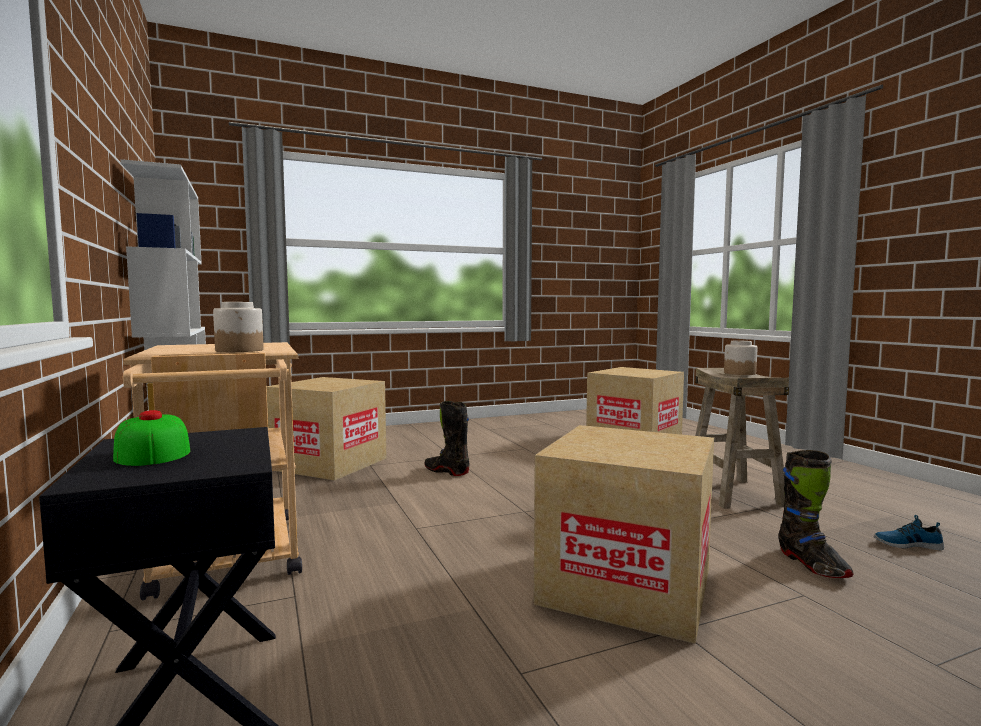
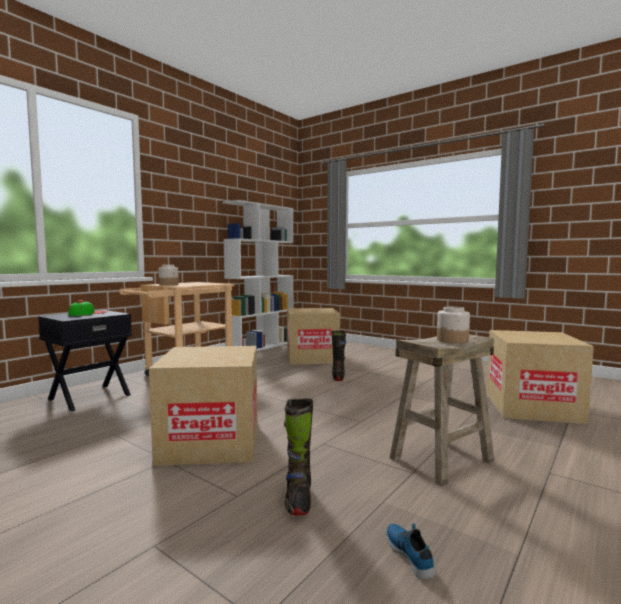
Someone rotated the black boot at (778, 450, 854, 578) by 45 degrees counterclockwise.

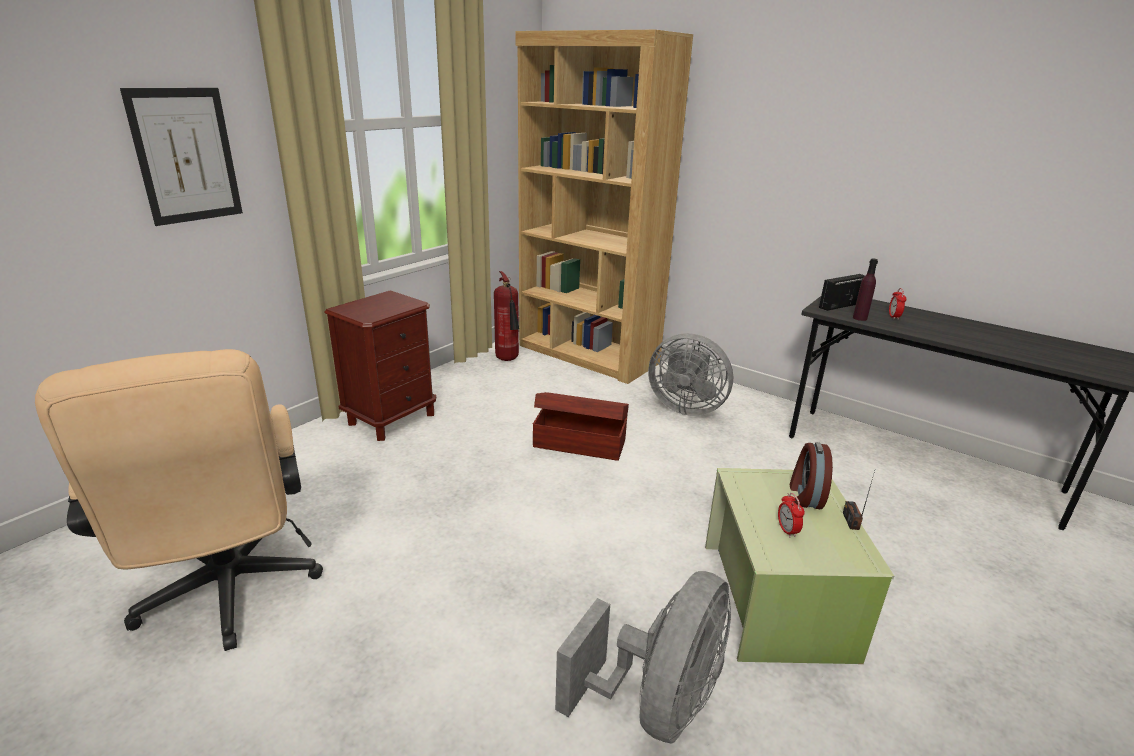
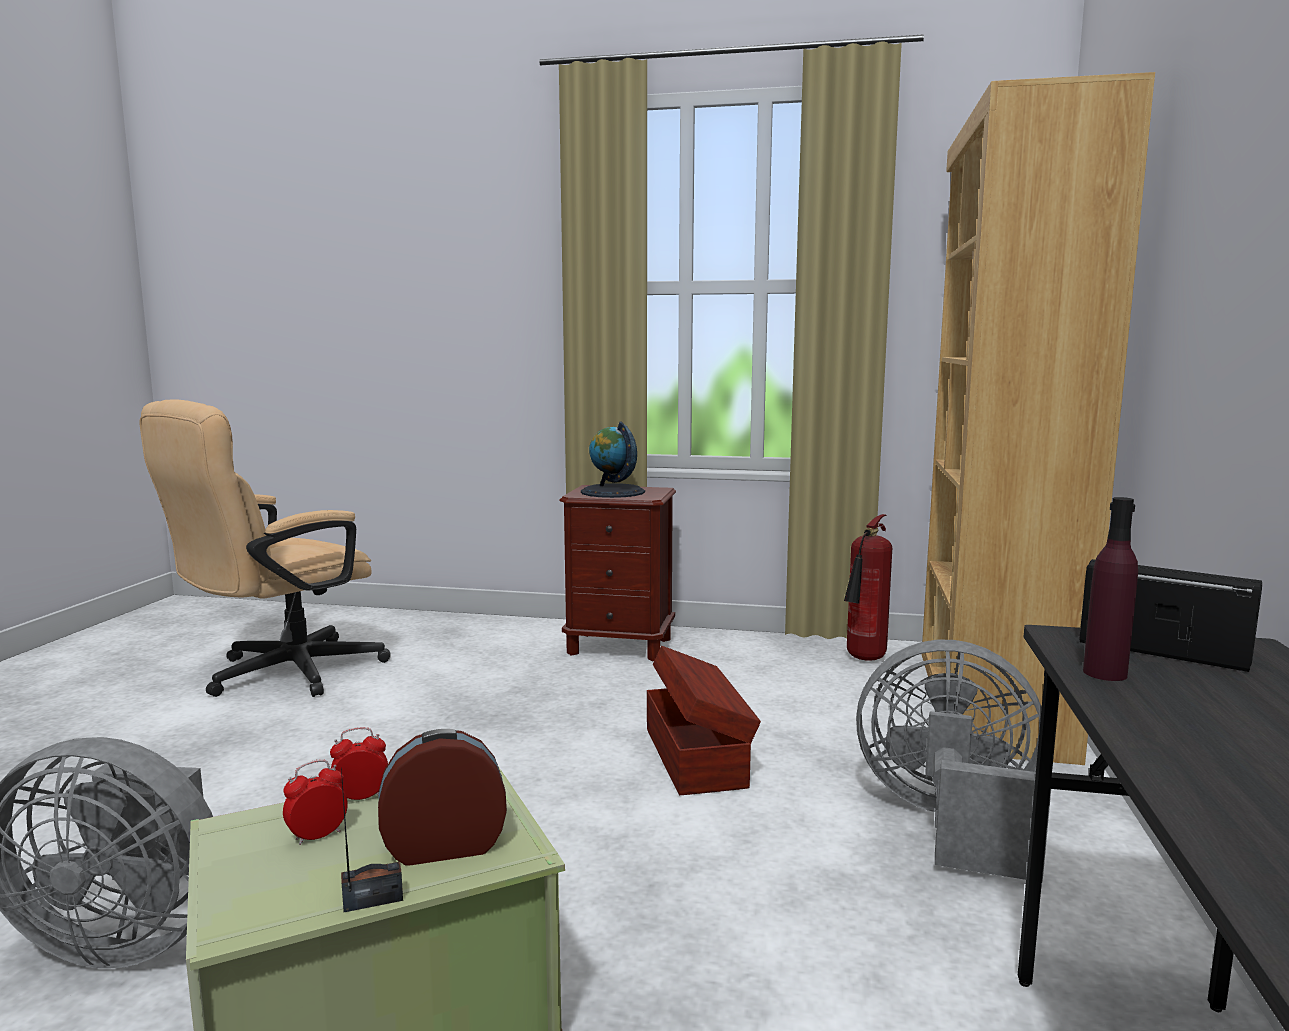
Someone took away the picture at (120, 88, 243, 226).
Someone put down the globe at (581, 422, 645, 498).
Someone carried the alarm clock from (889, 288, 907, 320) to (330, 727, 388, 800).
Someone rotated the grey fan at (648, 333, 733, 416) by 105 degrees clockwise.

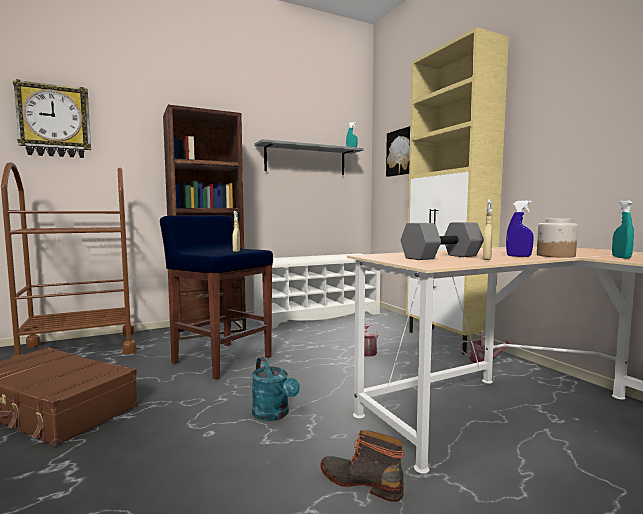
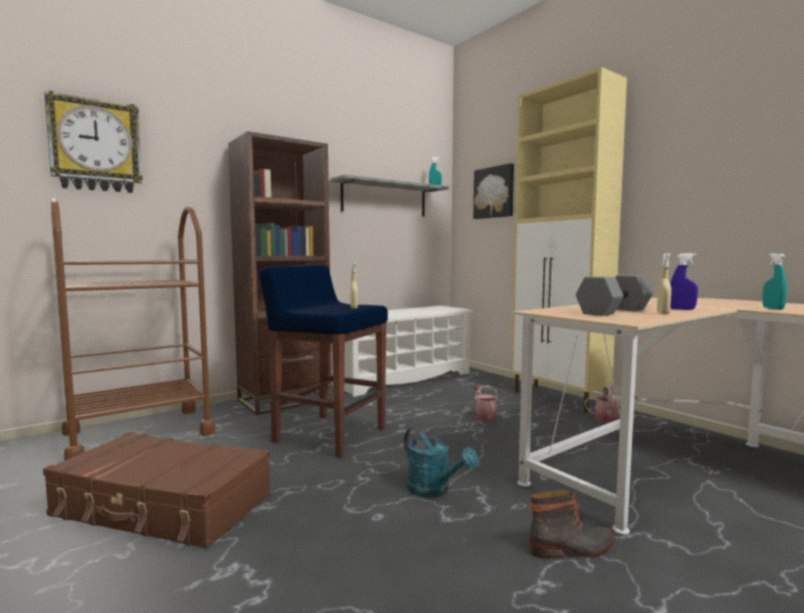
Someone took away the jar at (537, 218, 578, 258).
Someone rotated the boot at (320, 430, 404, 502) by 150 degrees clockwise.

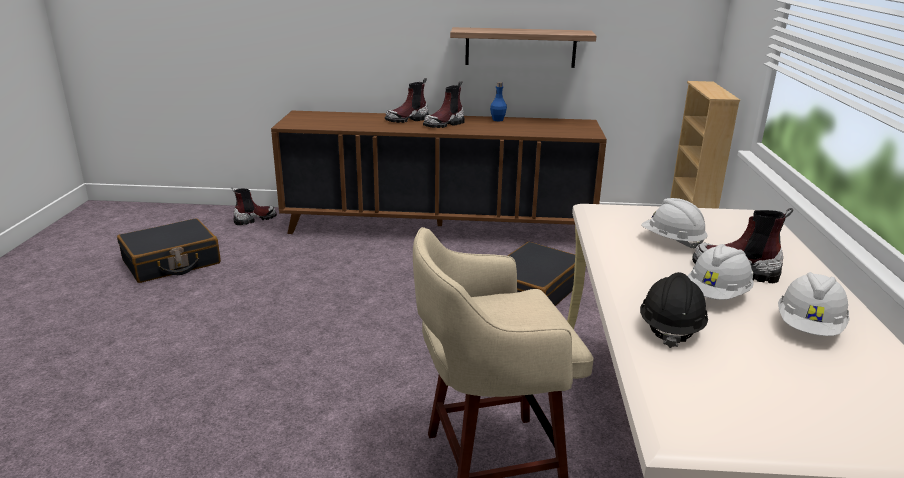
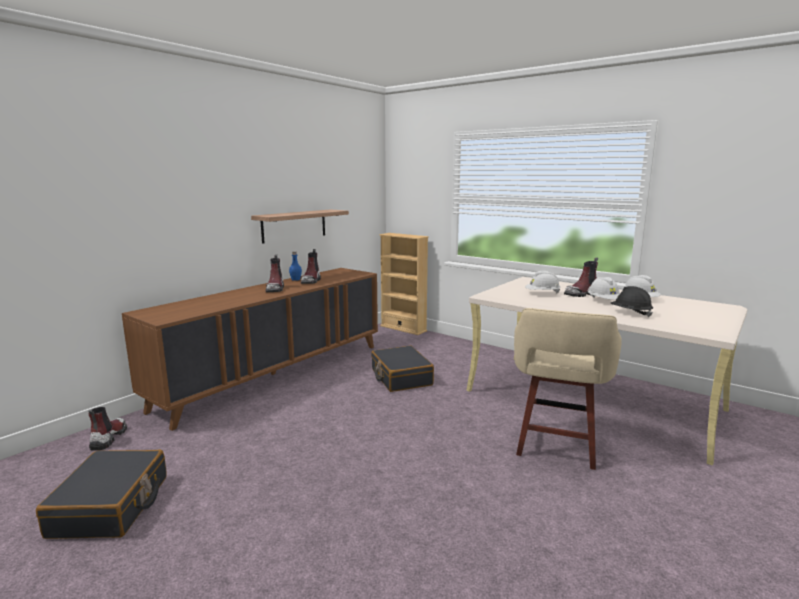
Someone carried the boot from (385, 78, 429, 123) to (301, 249, 321, 284).

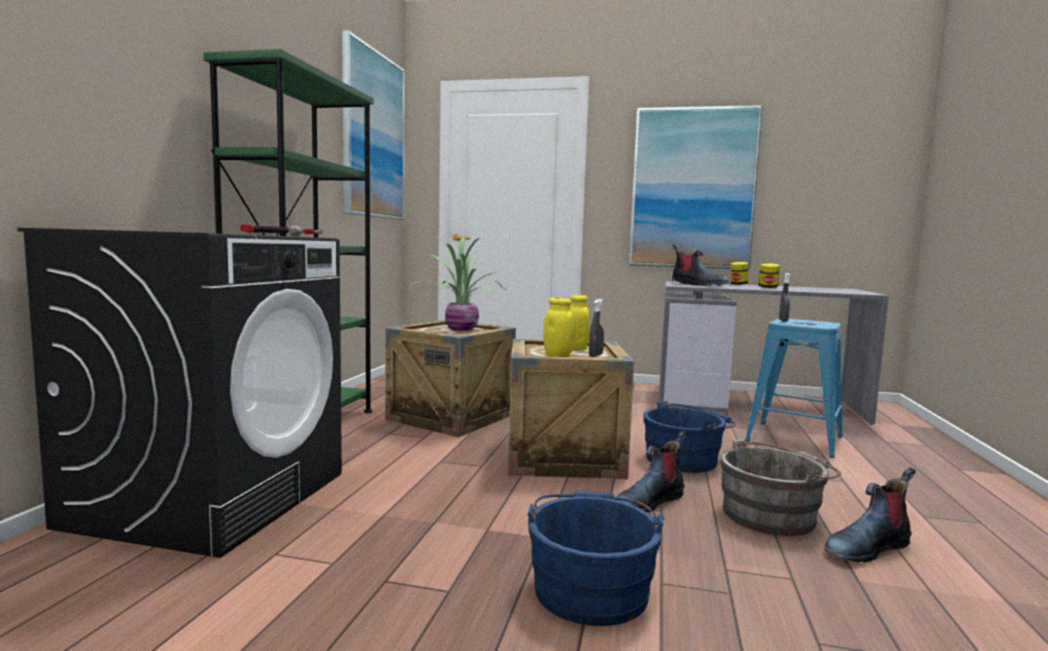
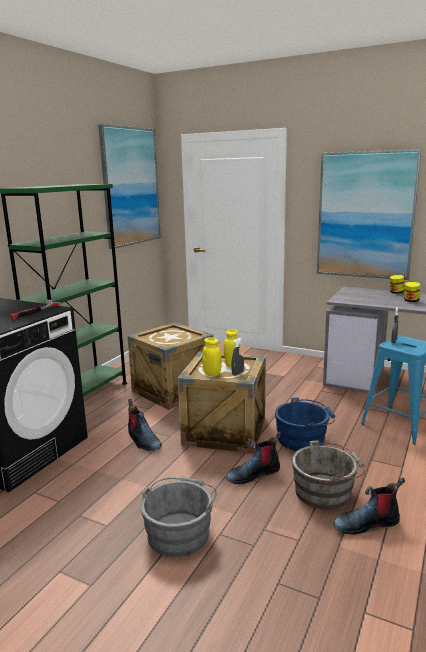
Someone took away the potted plant at (411, 237, 505, 331).
Someone carried the boot from (672, 244, 729, 286) to (128, 399, 162, 451).
Someone repainted the blue bucket at (527, 491, 664, 626), which became the grey bucket at (140, 477, 217, 557).

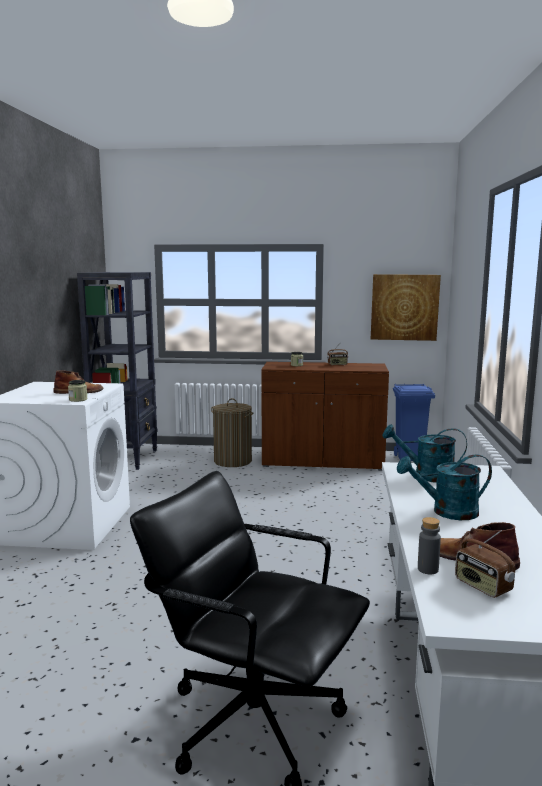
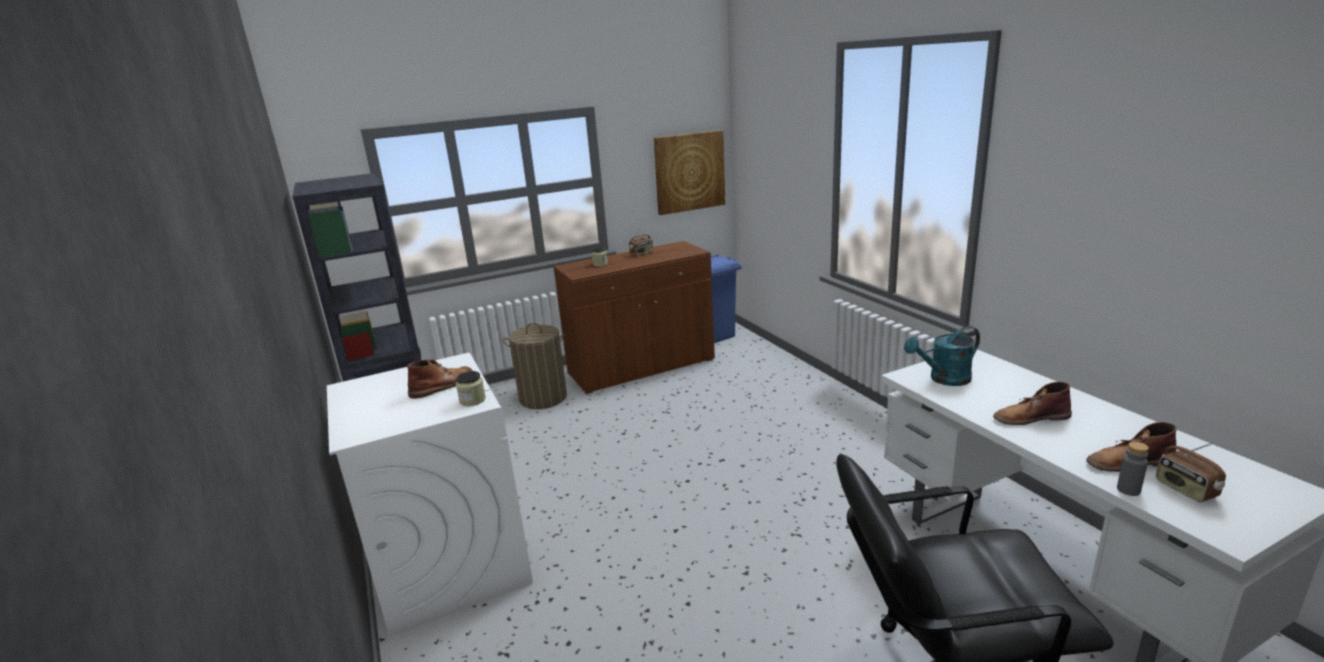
Someone swapped the turquoise watering can at (397, 454, 492, 520) for the brown boot at (993, 382, 1072, 425).
Someone rotated the radio at (455, 530, 515, 598) by 45 degrees clockwise.

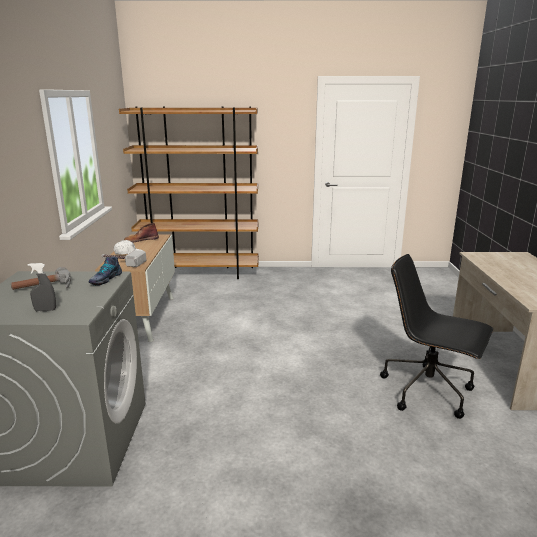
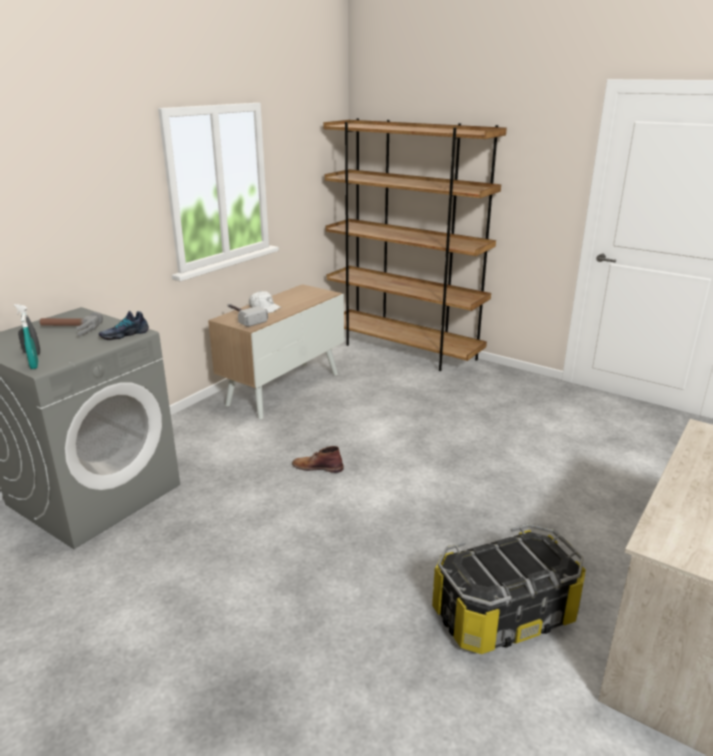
Someone put down the turquoise spray bottle at (21, 313, 38, 369).
Someone carried the brown boot from (124, 223, 159, 242) to (292, 446, 344, 473).
Someone swapped the black office chair at (380, 254, 493, 419) for the storage box at (432, 524, 586, 654).

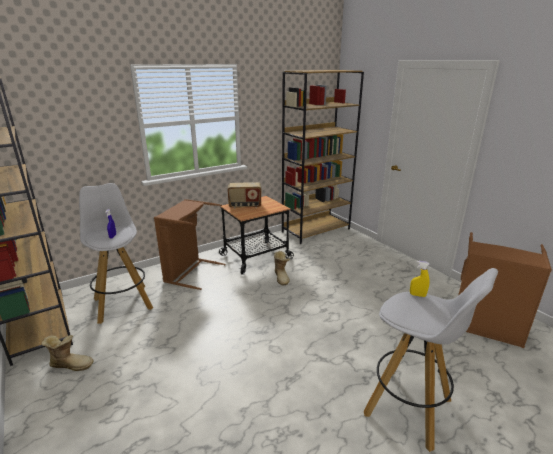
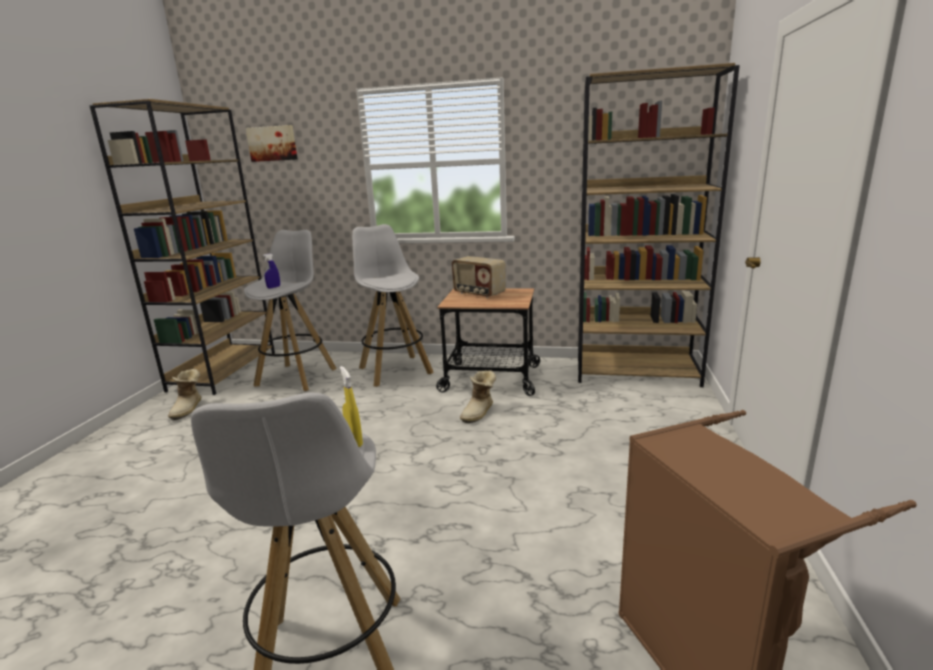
Someone put up the picture at (246, 125, 297, 162).
Someone swapped the brown laundry basket at (154, 199, 226, 290) for the white stool at (352, 224, 434, 387).
Someone rotated the boot at (42, 335, 93, 371) by 45 degrees clockwise.

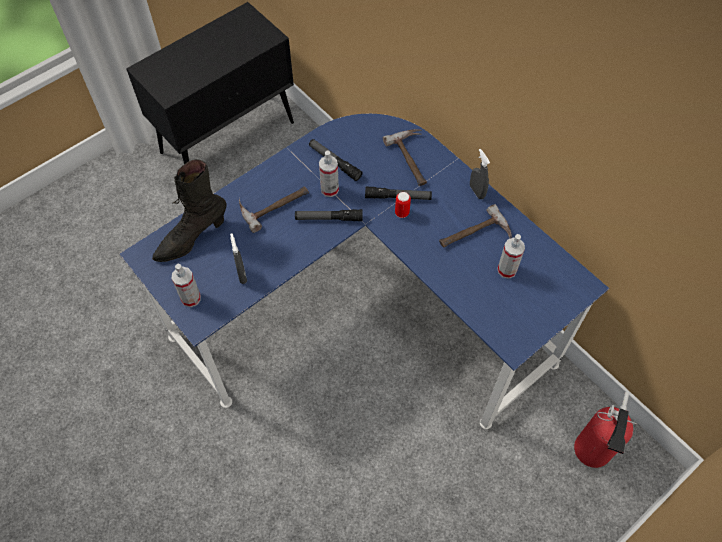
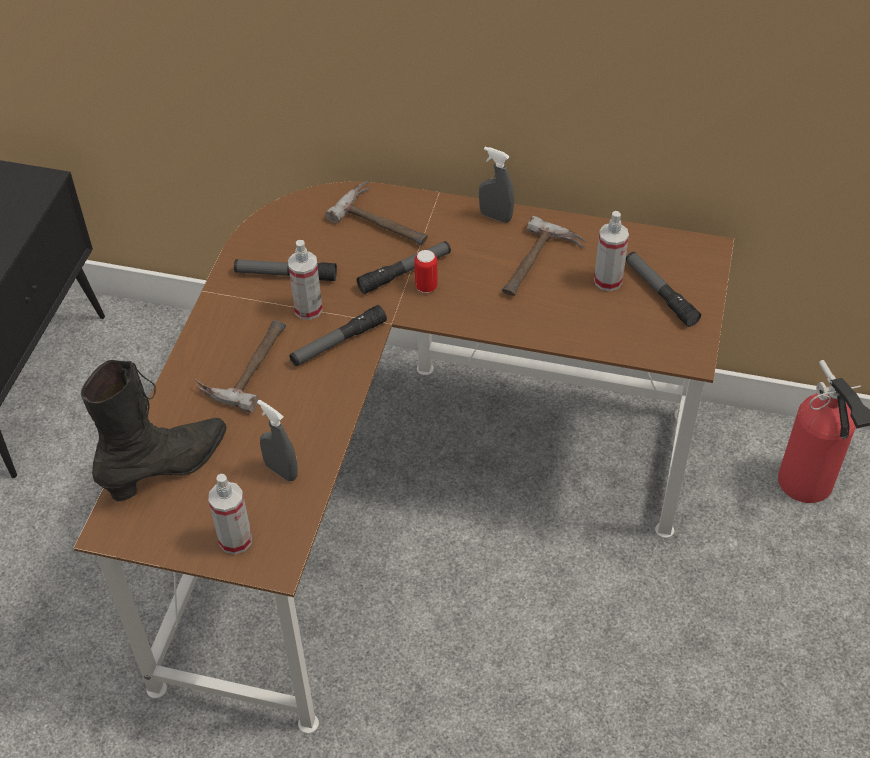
Someone put down the flashlight at (626, 252, 701, 327).
Someone repainted the blue desk at (119, 114, 609, 429), which became the brown desk at (74, 181, 734, 733).
Someone rotated the black boot at (152, 159, 227, 262) by 150 degrees counterclockwise.

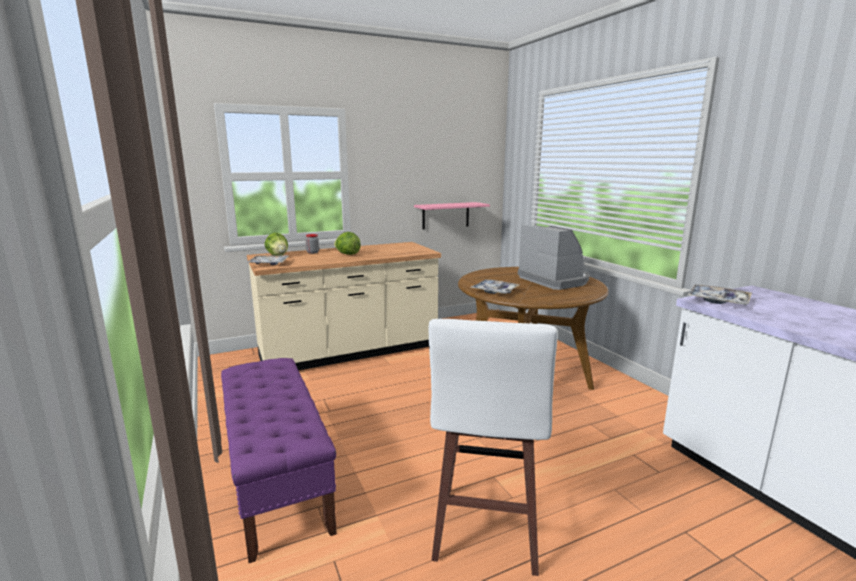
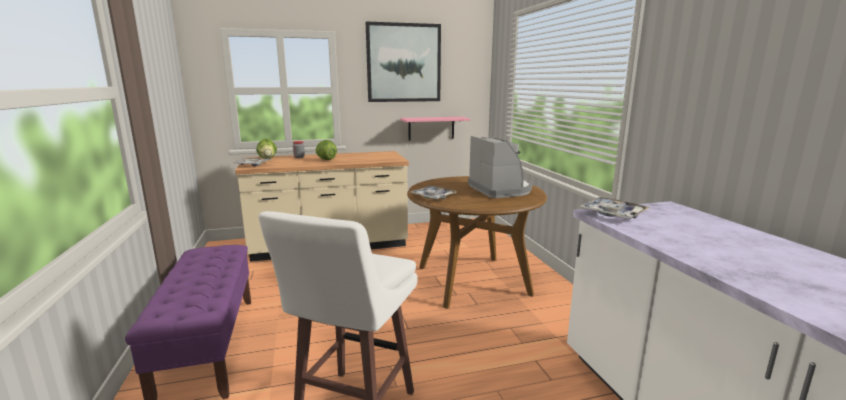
Someone put up the picture at (366, 22, 441, 102).

